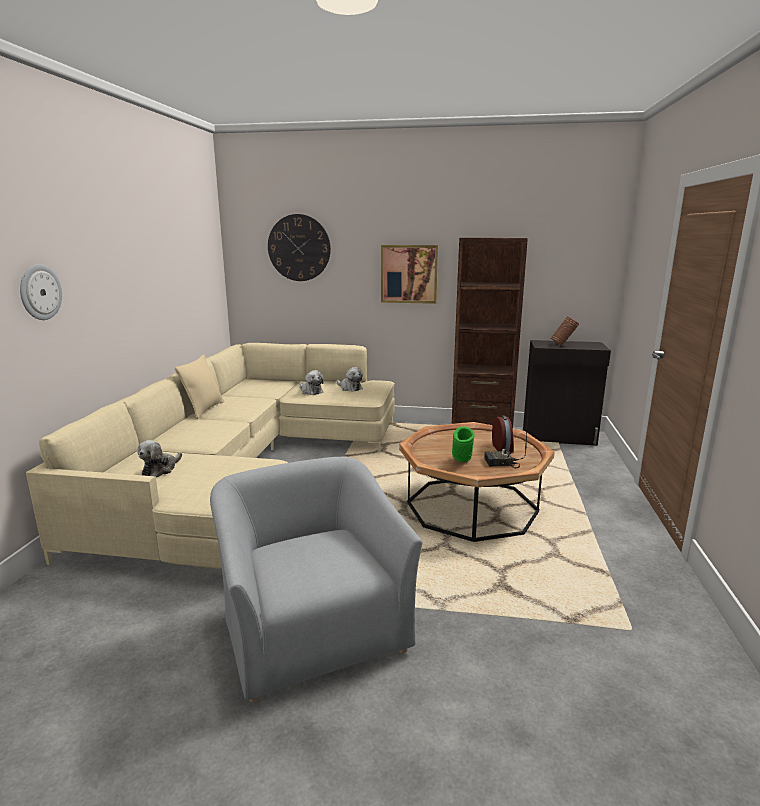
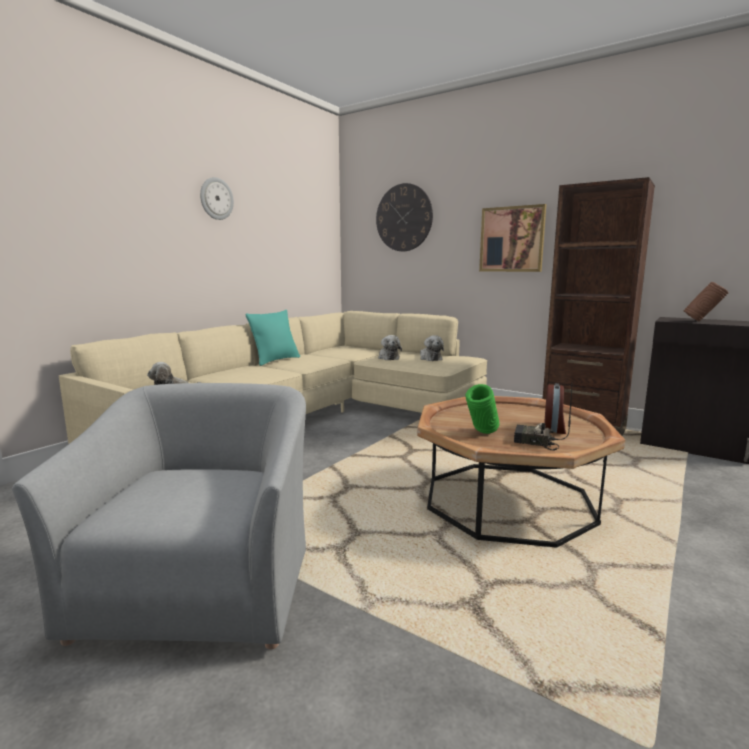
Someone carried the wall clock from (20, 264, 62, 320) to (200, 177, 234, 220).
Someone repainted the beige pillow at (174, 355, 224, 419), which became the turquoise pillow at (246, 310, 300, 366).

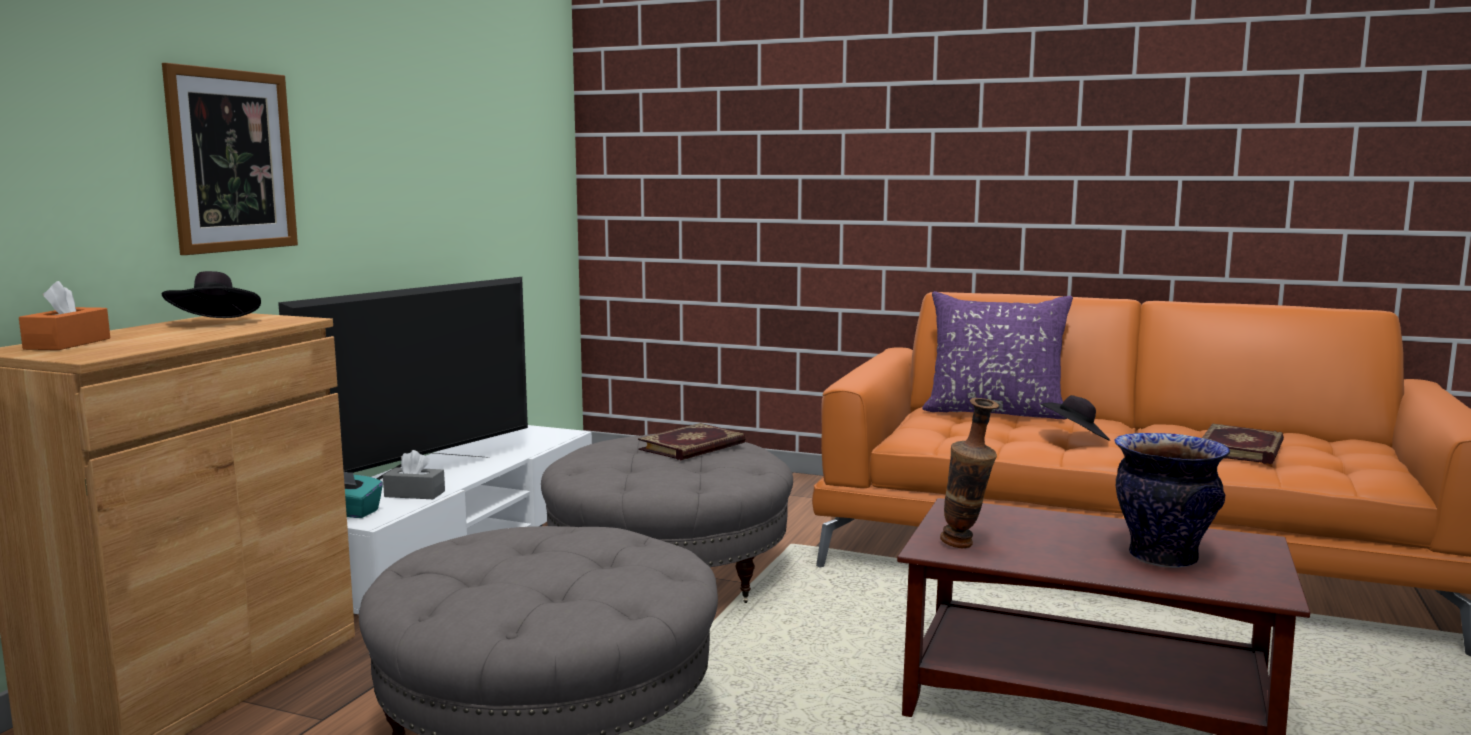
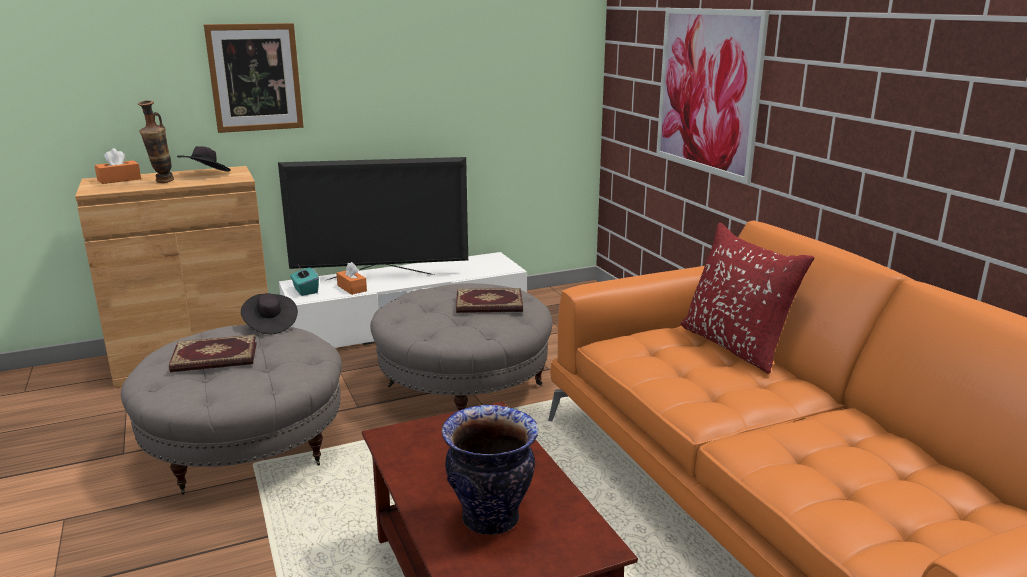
Someone put up the picture at (656, 8, 769, 184).
Someone carried the vase from (940, 398, 999, 549) to (138, 100, 174, 183).
Someone carried the black hat from (1040, 395, 1111, 441) to (241, 293, 298, 334).
Someone carried the book from (1202, 424, 1284, 464) to (169, 334, 257, 372).
Someone repainted the grey tissue box at (383, 450, 445, 499), which became the orange tissue box at (336, 262, 367, 295).
Someone repainted the purple pillow at (922, 291, 1073, 419), which became the red pillow at (681, 223, 814, 374).

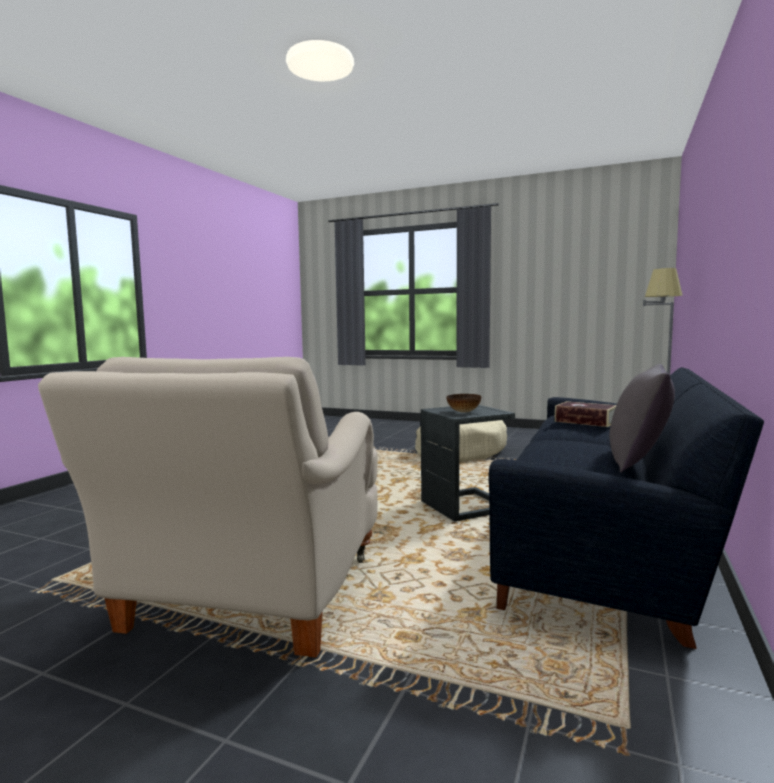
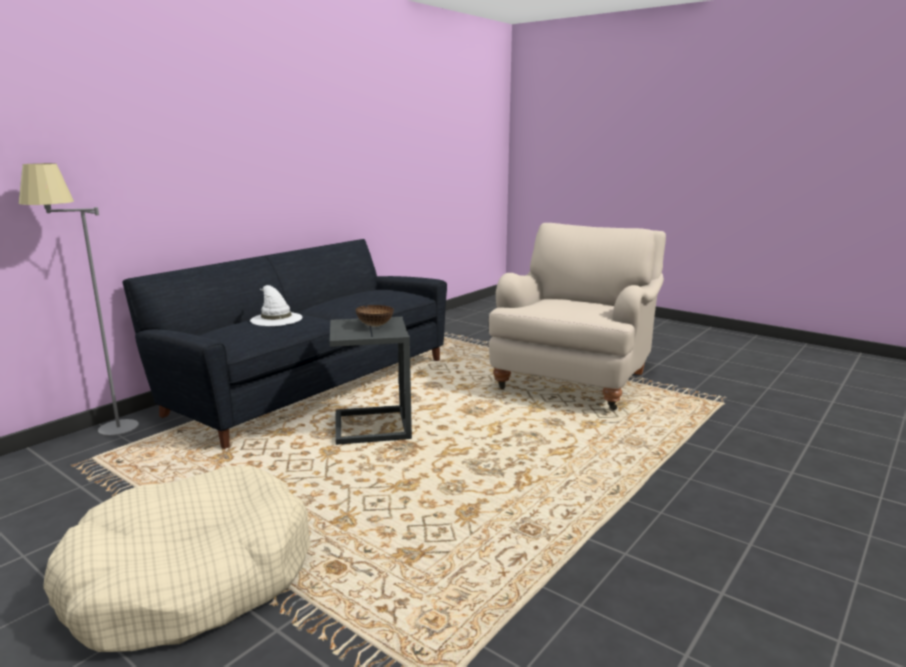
Someone took away the grey pillow at (609, 364, 675, 472).
Someone swapped the book at (555, 401, 616, 427) for the white hat at (250, 285, 303, 326).

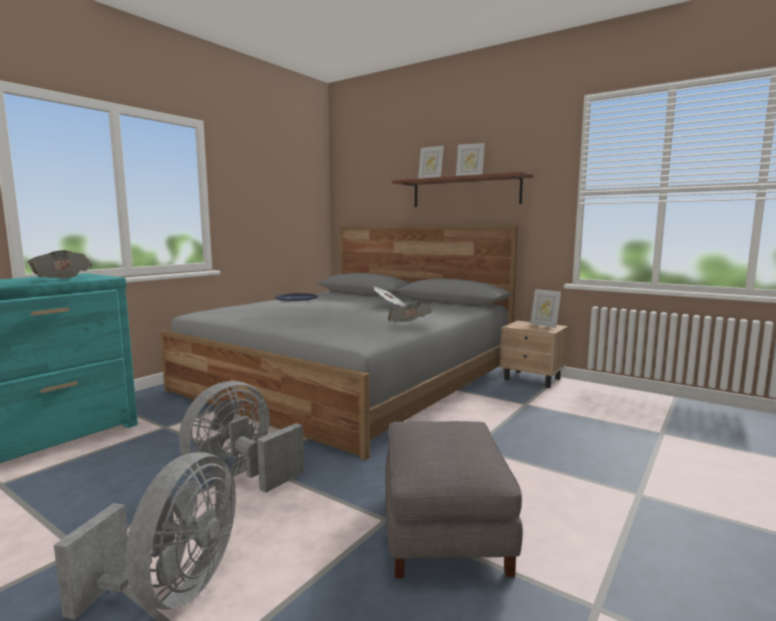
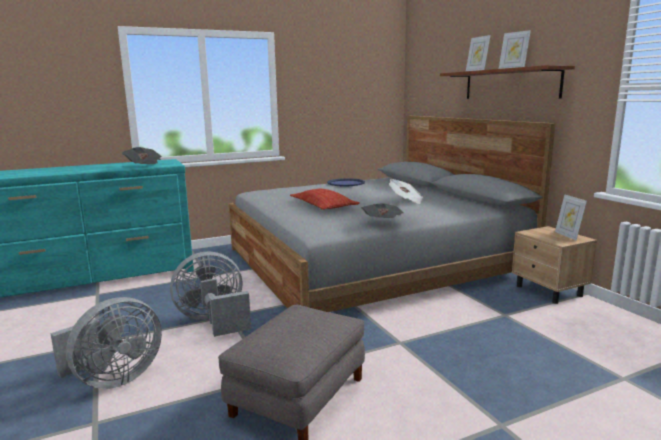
Someone put down the pillow at (290, 189, 360, 210).

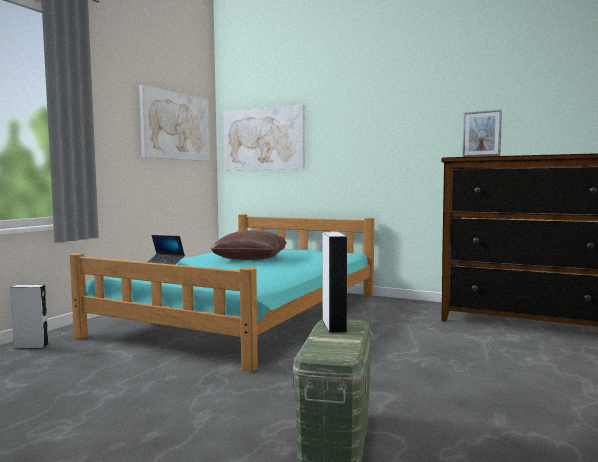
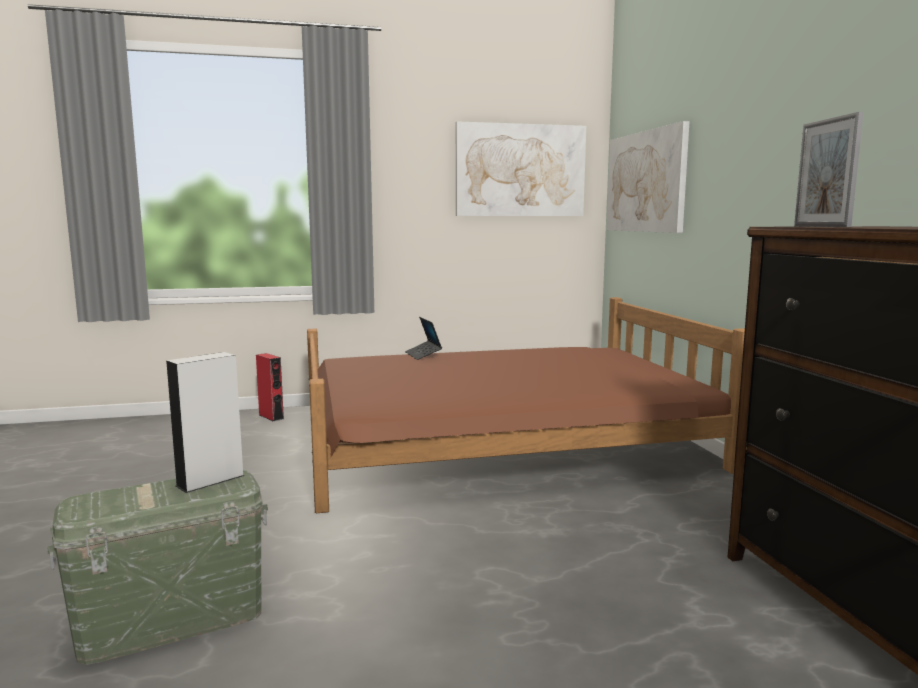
Someone took away the brown pillow at (210, 230, 287, 260).
Someone repainted the grey speaker at (10, 285, 49, 349), which became the red speaker at (256, 353, 284, 421).
Someone repainted the turquoise bed at (70, 214, 374, 372), which became the brown bed at (307, 297, 745, 513).

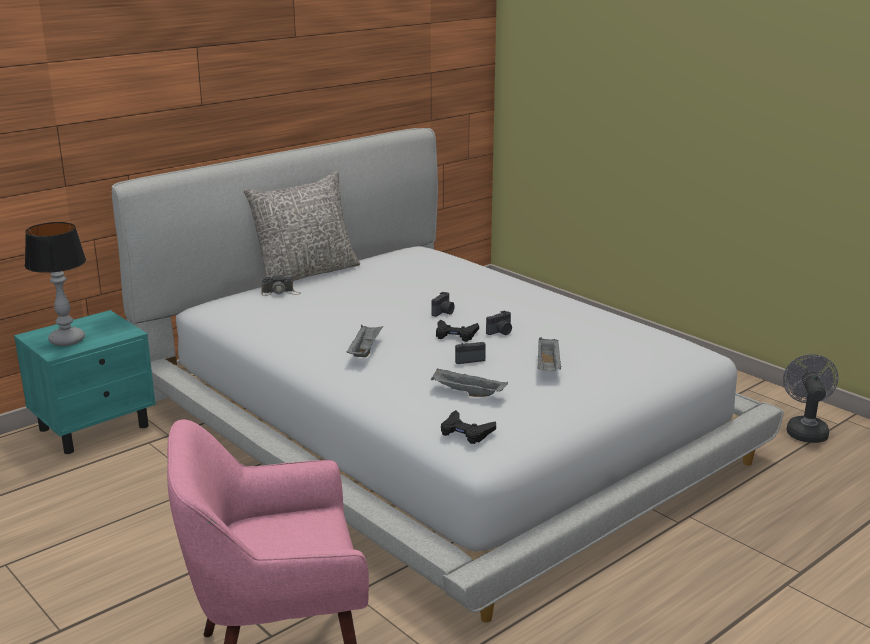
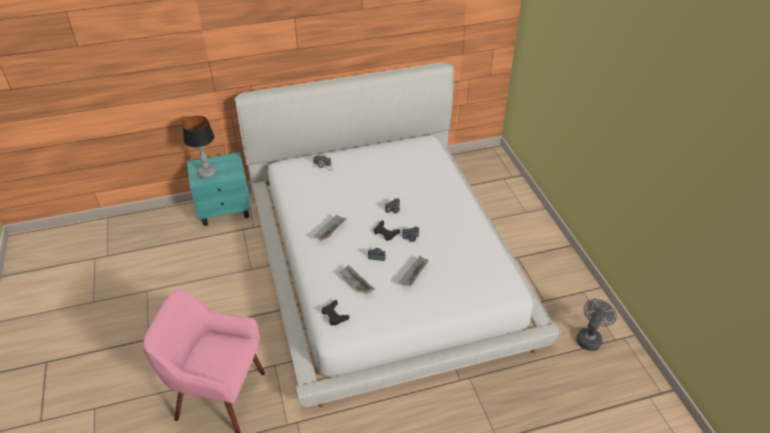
Someone took away the grey pillow at (244, 171, 360, 281).

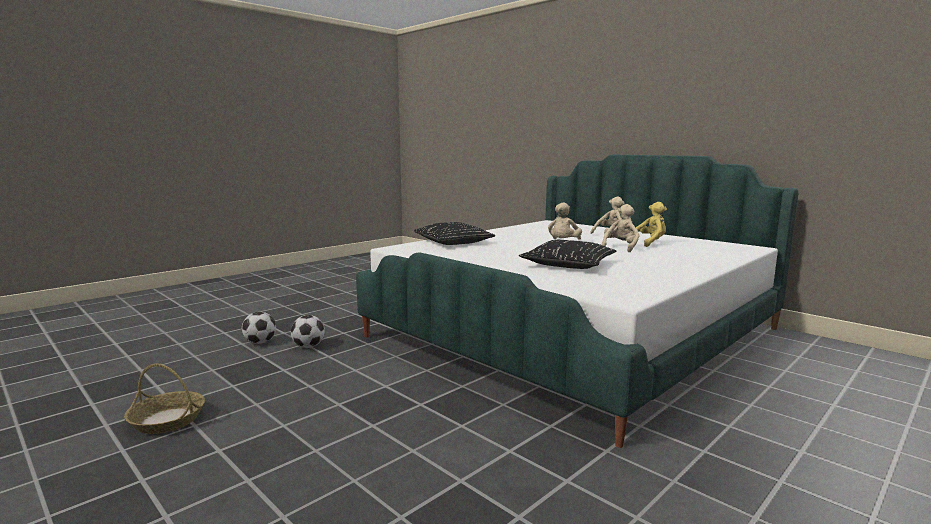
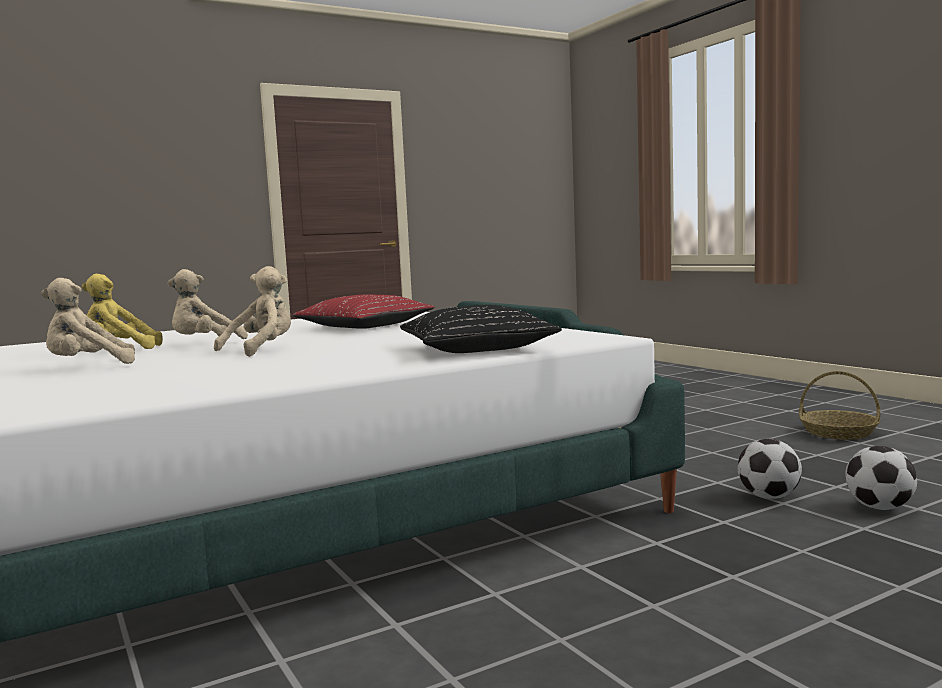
Someone repainted the black pillow at (519, 240, 616, 269), which became the red pillow at (292, 295, 434, 329).

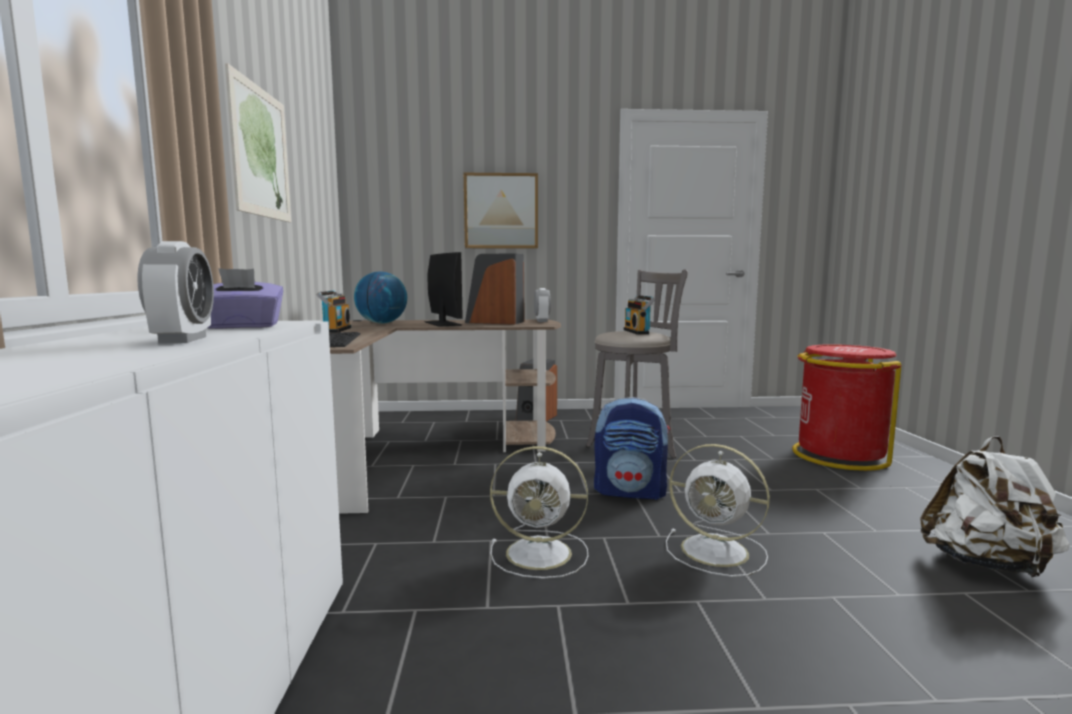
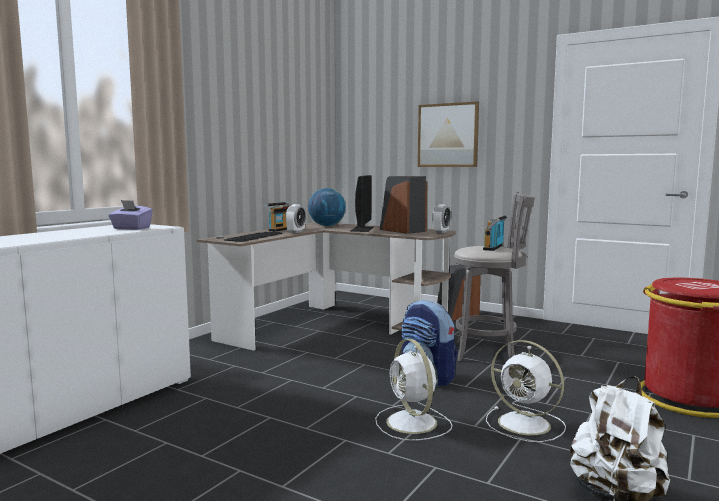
Someone took away the picture at (225, 63, 291, 222).
Someone carried the alarm clock from (137, 241, 214, 344) to (285, 204, 306, 233).
Someone carried the white fan from (490, 446, 588, 579) to (486, 340, 566, 442).

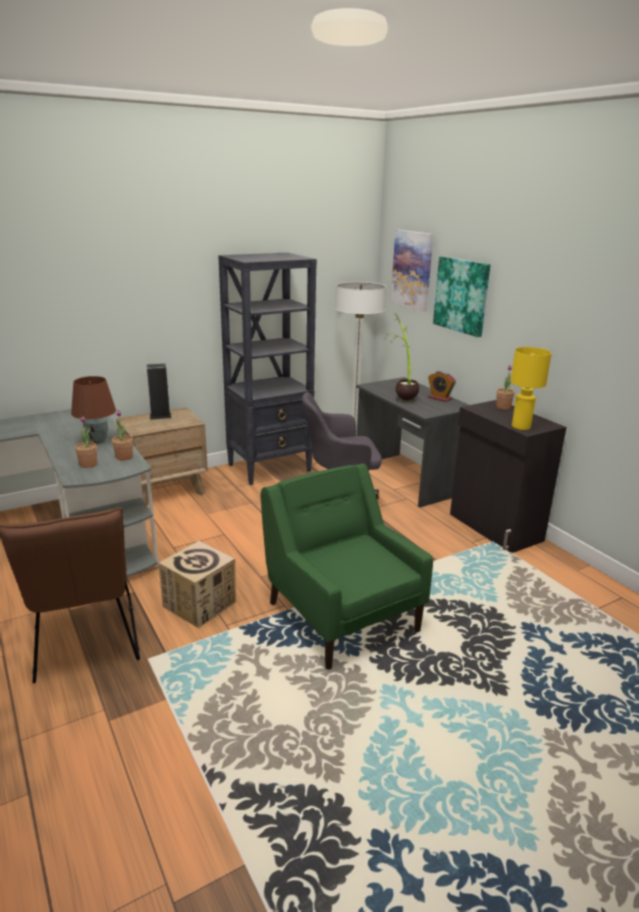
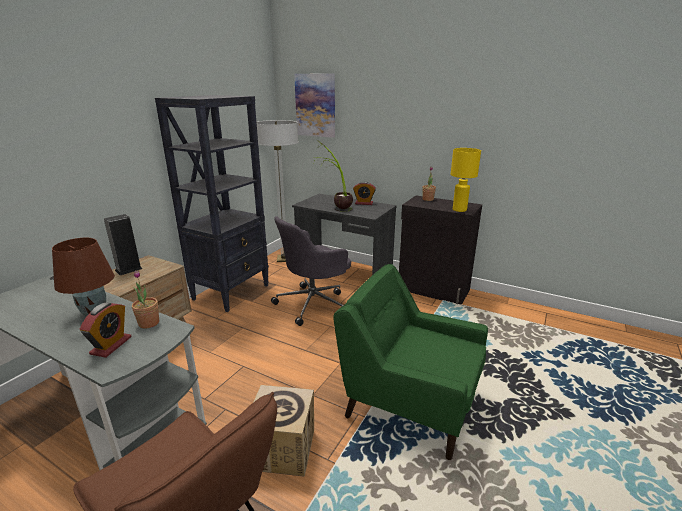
Someone took away the picture at (433, 256, 491, 337).
Someone swapped the potted plant at (75, 416, 97, 468) for the alarm clock at (80, 302, 132, 358).

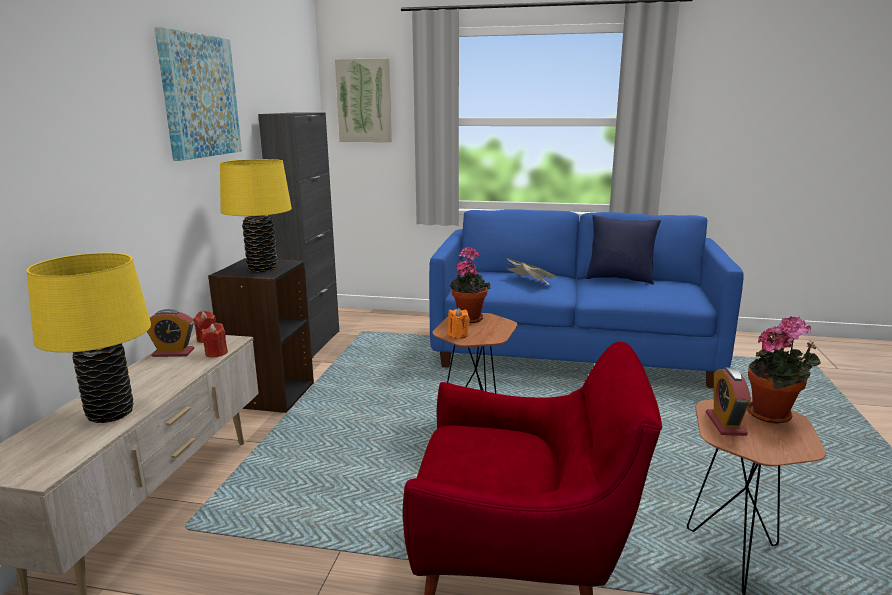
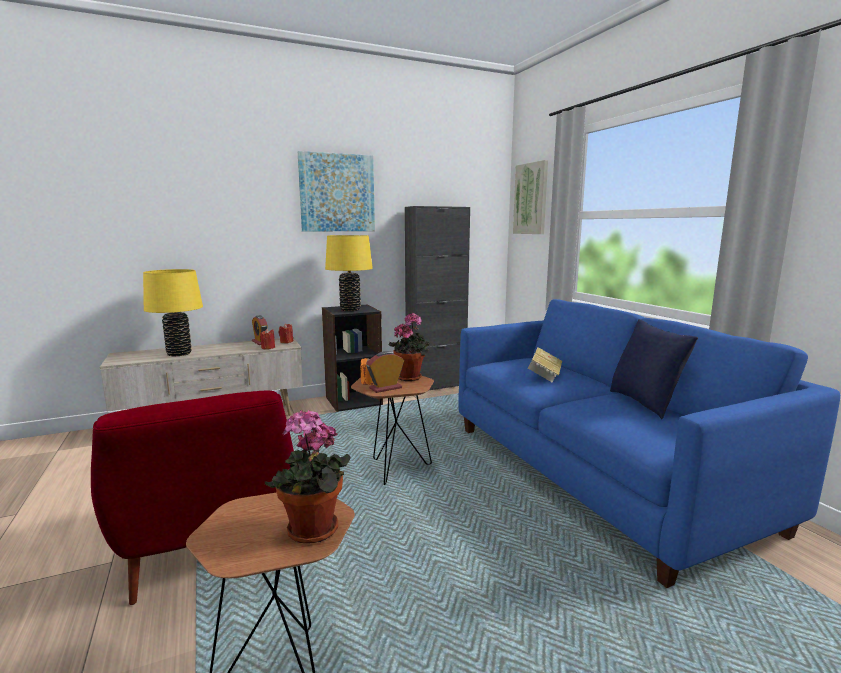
Someone carried the alarm clock from (706, 367, 751, 436) to (366, 351, 404, 393).

